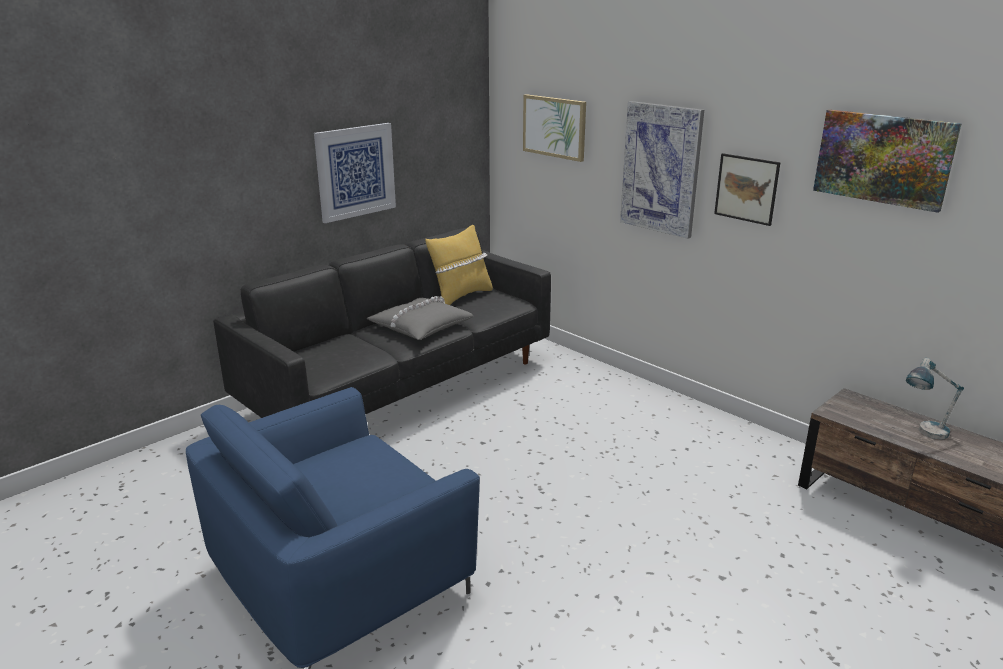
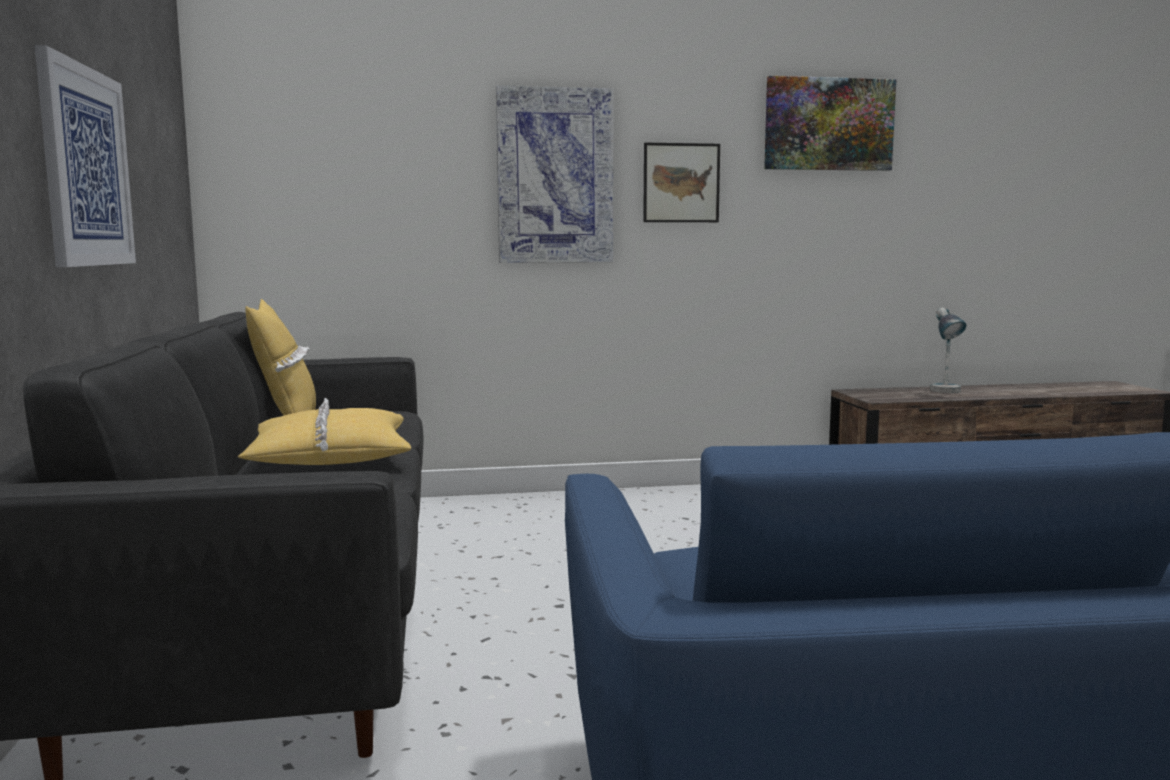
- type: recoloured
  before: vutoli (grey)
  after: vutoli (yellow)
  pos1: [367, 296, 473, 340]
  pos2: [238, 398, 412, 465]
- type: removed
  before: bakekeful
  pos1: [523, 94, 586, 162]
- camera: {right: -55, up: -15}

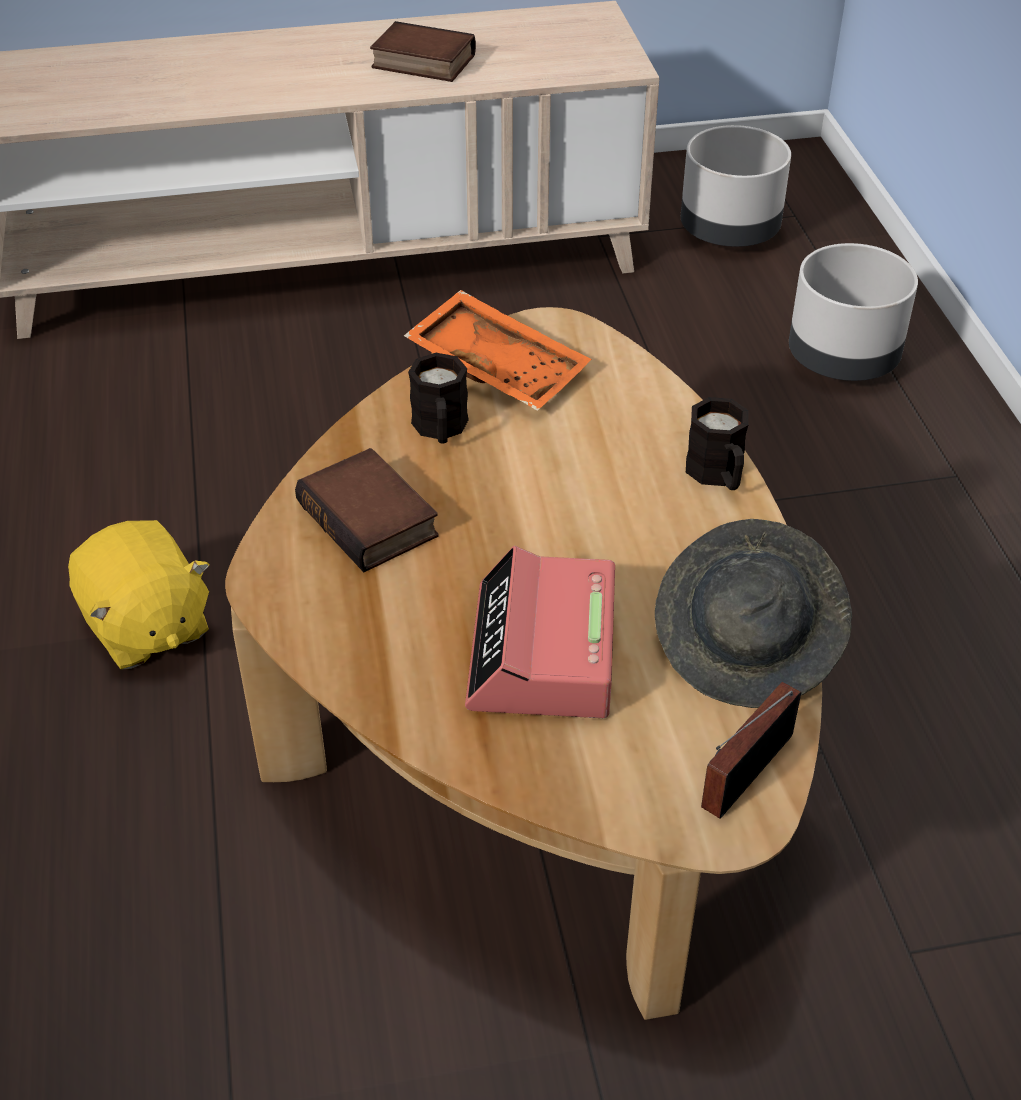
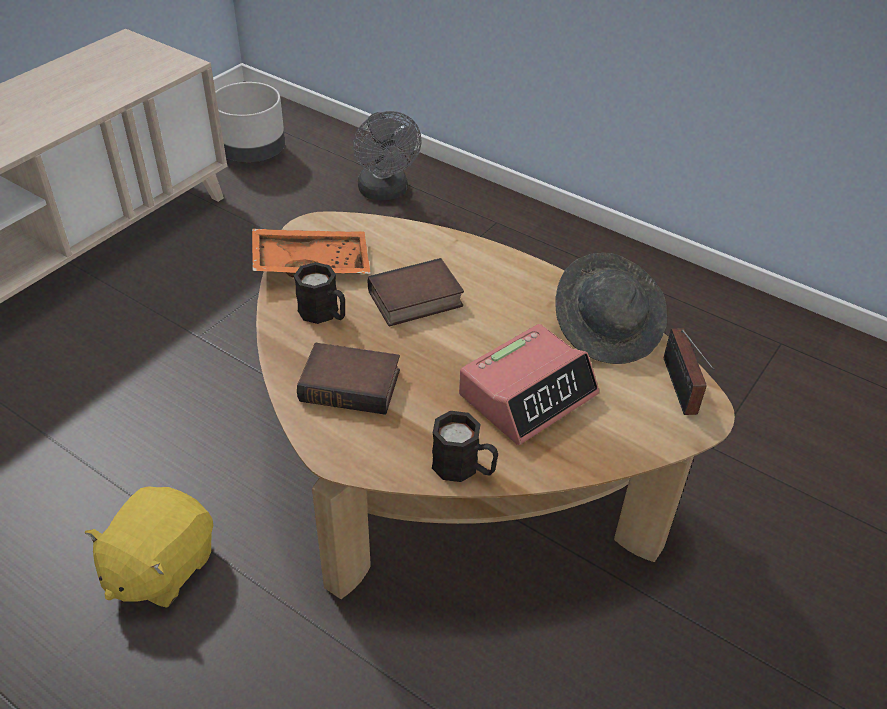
- type: turned
  before: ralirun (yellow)
  pos1: [68, 520, 210, 670]
  pos2: [85, 486, 213, 608]
  turn: 105
- type: moved
  before: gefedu
  pos1: [370, 21, 476, 82]
  pos2: [368, 258, 464, 327]
- type: turned
  before: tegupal
  pos1: [465, 546, 615, 718]
  pos2: [459, 324, 599, 445]
  turn: -90
- type: moved
  before: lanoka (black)
  pos1: [686, 397, 749, 490]
  pos2: [432, 411, 498, 482]
- type: replaced
  before: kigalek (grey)
  after: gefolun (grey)
  pos1: [789, 243, 918, 381]
  pos2: [353, 111, 422, 201]
- camera: {right: -45, up: 0}

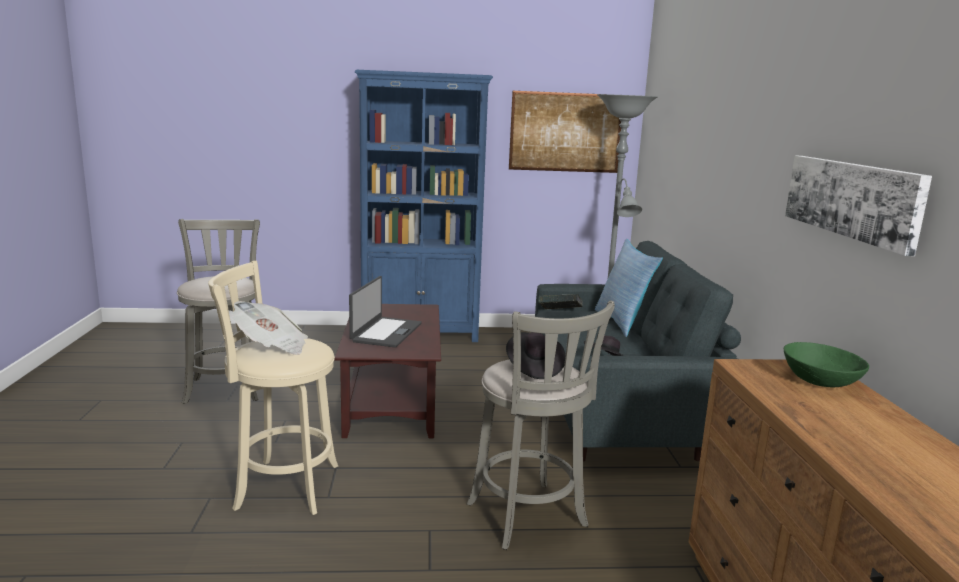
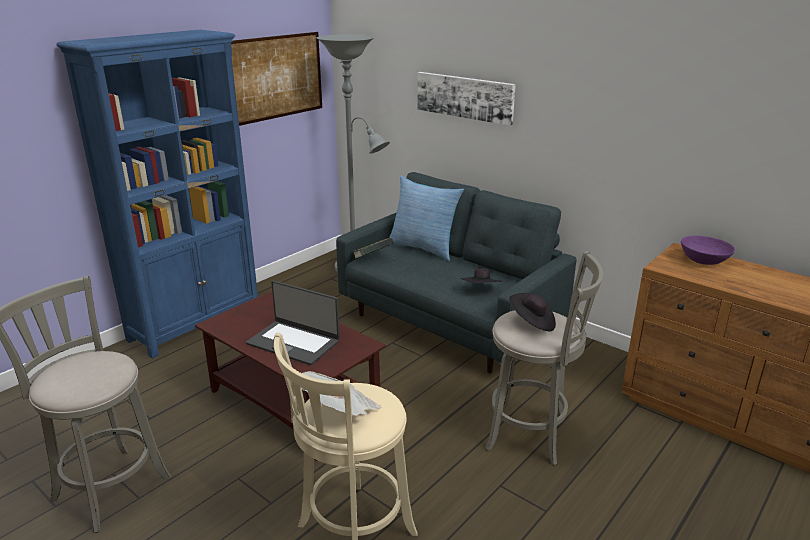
- type: turned
  before: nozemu
  pos1: [349, 276, 422, 348]
  pos2: [246, 281, 340, 365]
  turn: 150
- type: recoloured
  before: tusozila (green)
  after: tusozila (purple)
  pos1: [784, 342, 869, 388]
  pos2: [681, 236, 735, 265]
- type: moved
  before: bakekeful
  pos1: [785, 156, 932, 256]
  pos2: [417, 72, 516, 126]
- camera: {right: -45, up: 10}

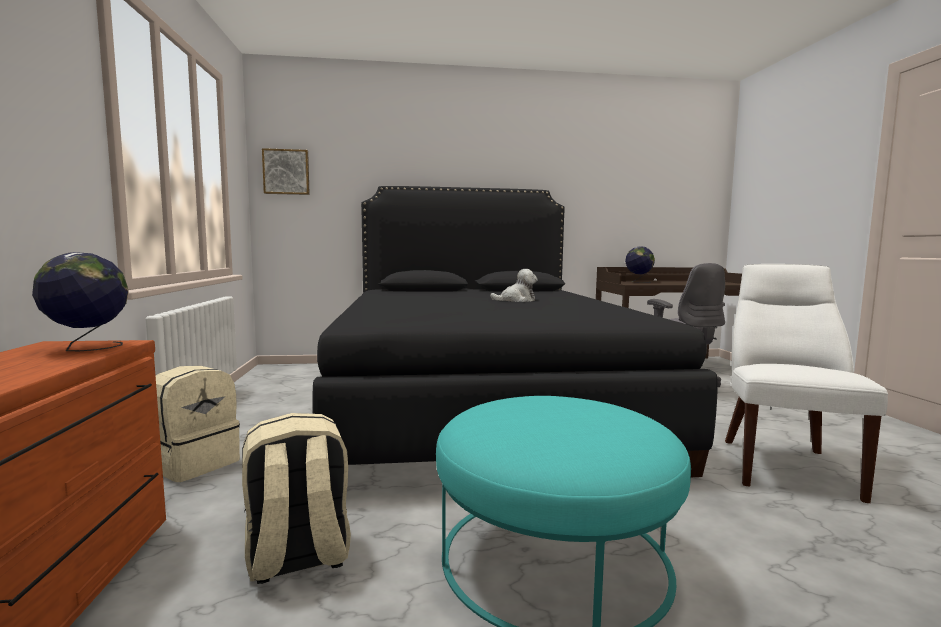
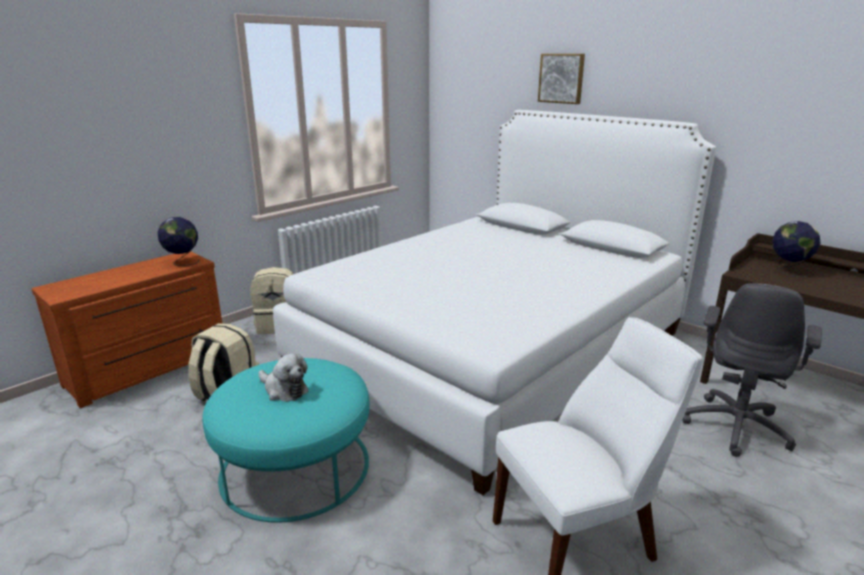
- type: moved
  before: bakekeful
  pos1: [262, 148, 310, 195]
  pos2: [538, 54, 585, 104]
- type: recoloured
  before: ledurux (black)
  after: ledurux (white)
  pos1: [312, 186, 718, 477]
  pos2: [273, 110, 716, 495]
- type: moved
  before: ralirun
  pos1: [490, 269, 538, 302]
  pos2: [259, 353, 309, 402]
- camera: {right: 50, up: 15}

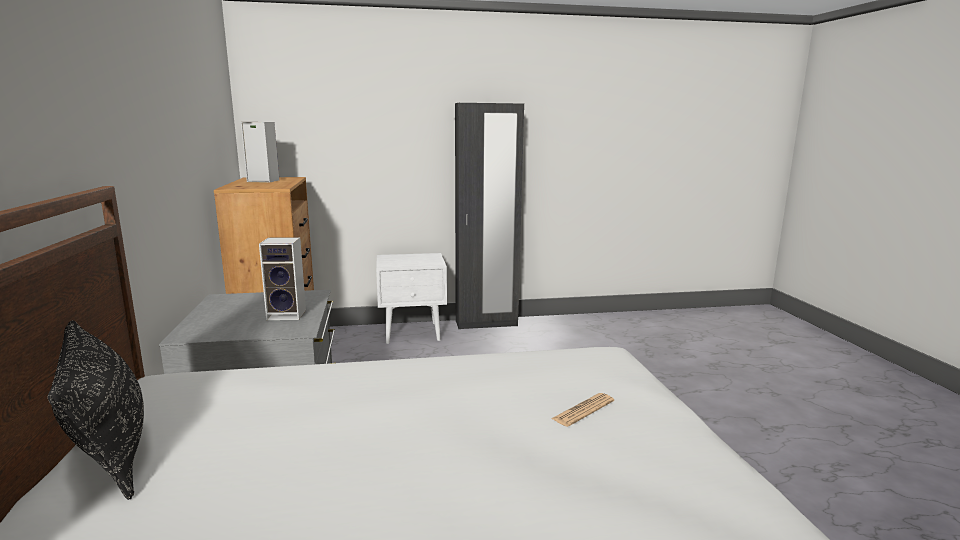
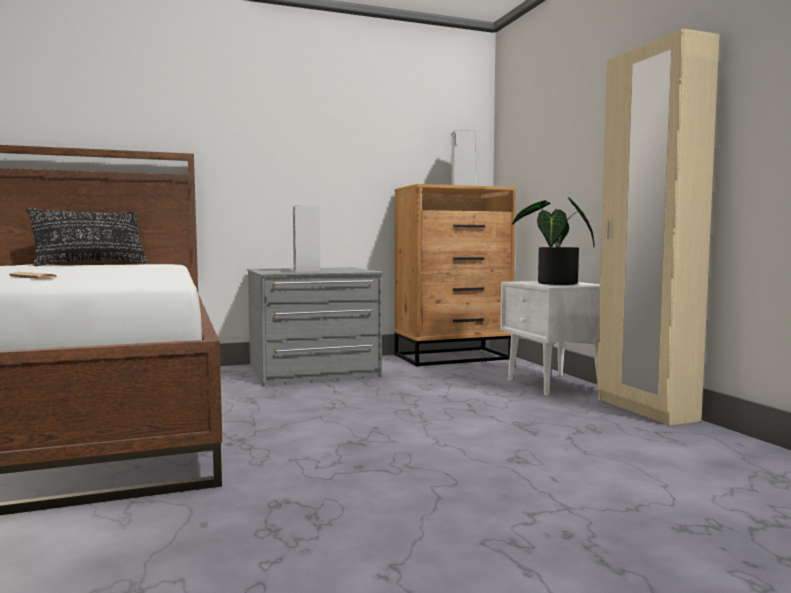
- type: recoloured
  before: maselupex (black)
  after: maselupex (beige)
  pos1: [455, 103, 524, 329]
  pos2: [597, 29, 719, 426]
- type: added
  after: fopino
  pos2: [512, 197, 595, 285]
- camera: {right: 80, up: -10}

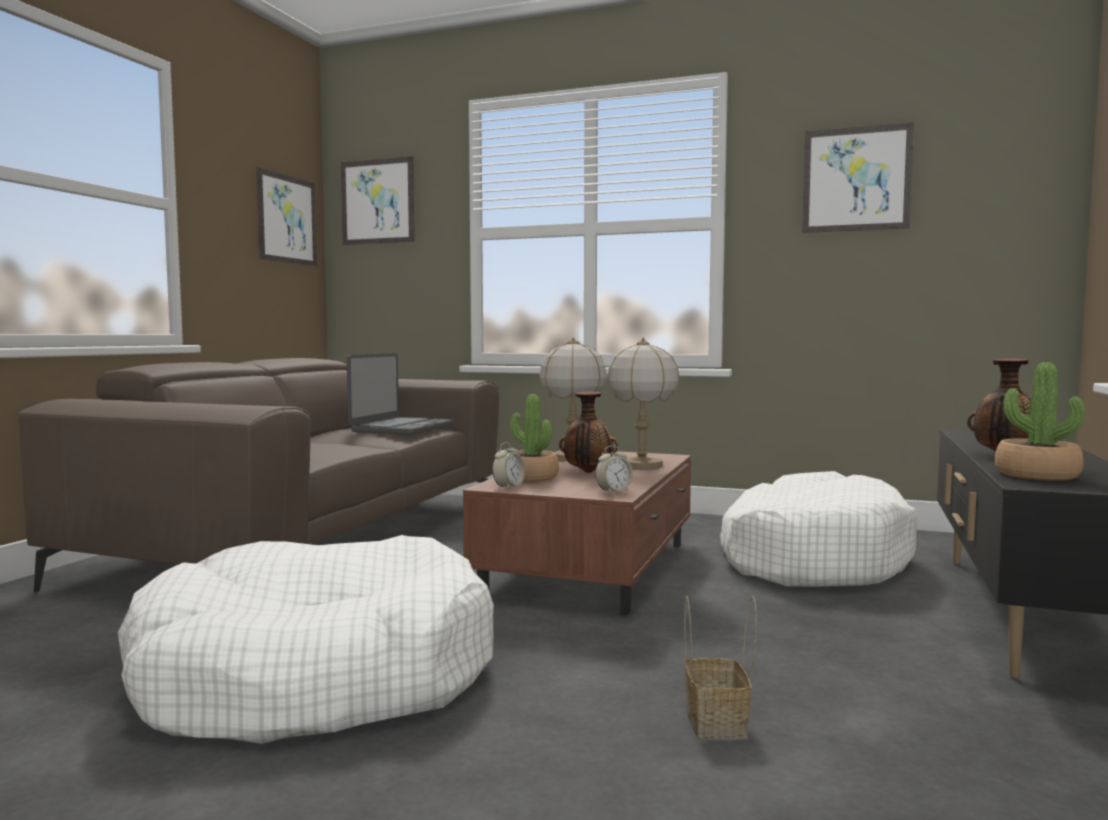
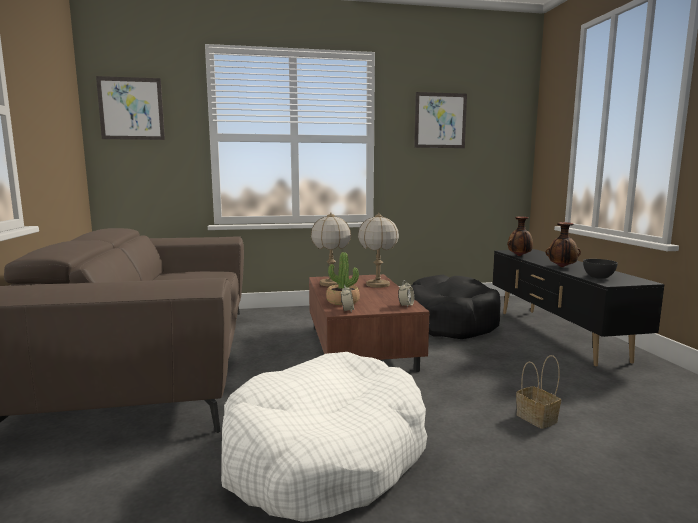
- type: removed
  before: bakekeful
  pos1: [256, 167, 317, 266]
- type: removed
  before: nozemu
  pos1: [347, 353, 455, 435]
- type: moved
  before: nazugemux
  pos1: [559, 392, 618, 473]
  pos2: [507, 216, 533, 256]
- type: recoloured
  before: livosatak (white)
  after: livosatak (black)
  pos1: [720, 471, 918, 587]
  pos2: [411, 275, 501, 339]
- type: replaced
  before: fopino
  after: tusozila (grey)
  pos1: [995, 362, 1085, 481]
  pos2: [583, 259, 618, 279]
- camera: {right: -30, up: 5}

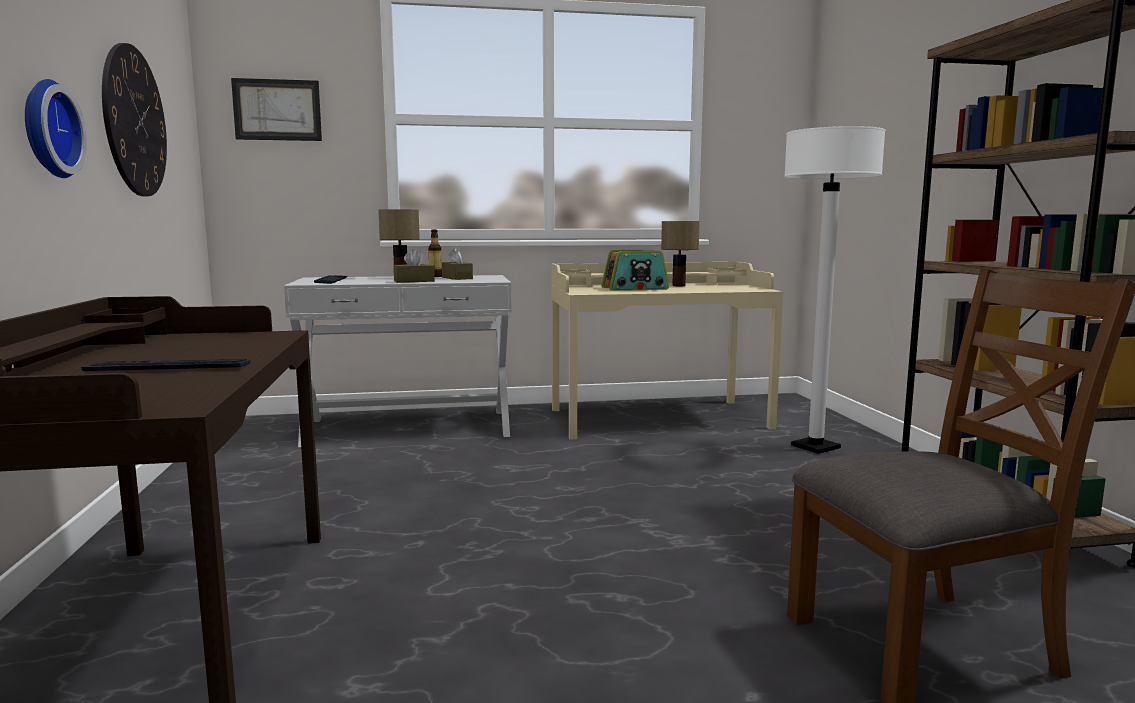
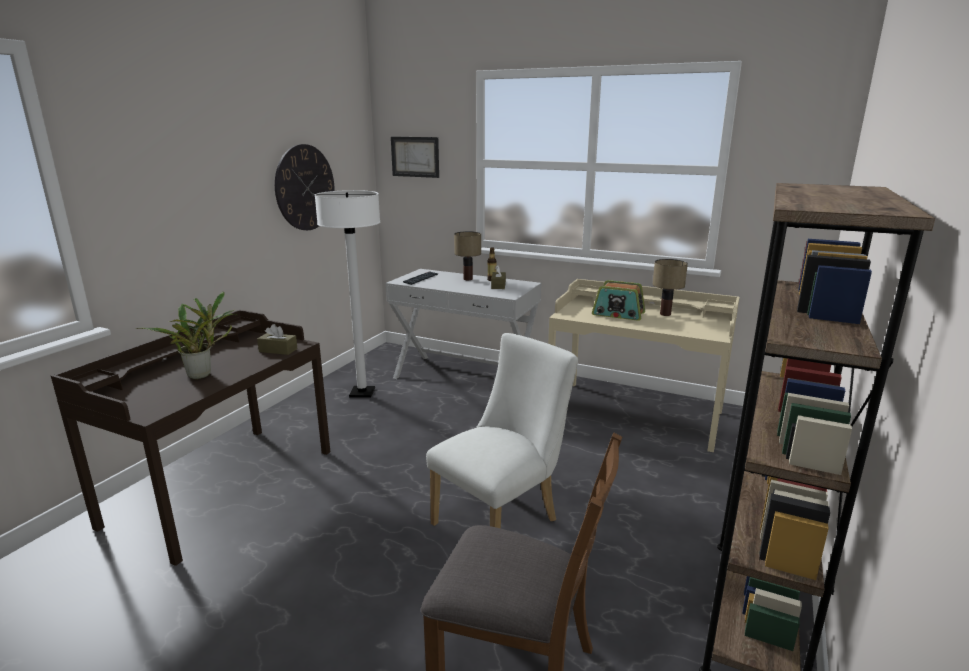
- type: removed
  before: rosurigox
  pos1: [25, 79, 87, 178]
- type: replaced
  before: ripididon
  after: fopino
  pos1: [81, 359, 250, 371]
  pos2: [136, 292, 237, 379]
- type: moved
  before: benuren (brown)
  pos1: [394, 249, 435, 283]
  pos2: [257, 324, 298, 355]
- type: moved
  before: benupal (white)
  pos1: [784, 126, 885, 454]
  pos2: [315, 190, 380, 398]
- type: added
  after: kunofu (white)
  pos2: [426, 333, 578, 529]
- camera: {right: 35, up: 10}

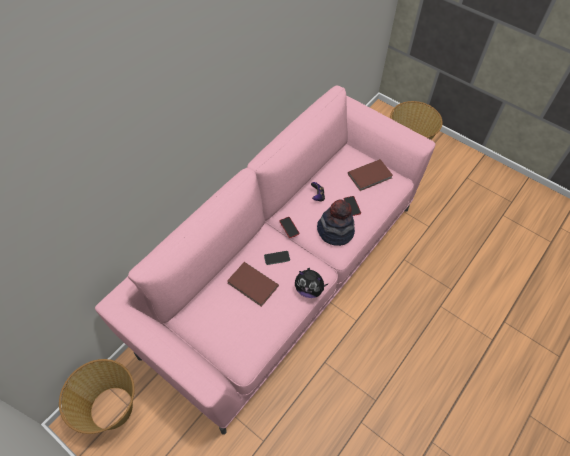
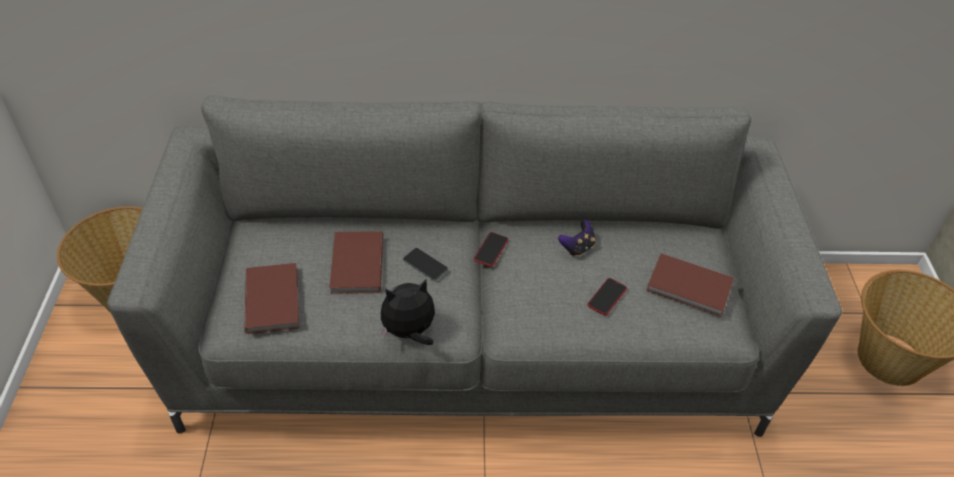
- type: recoloured
  before: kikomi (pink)
  after: kikomi (grey)
  pos1: [95, 85, 436, 435]
  pos2: [107, 95, 842, 437]
- type: turned
  before: ralirun
  pos1: [295, 268, 329, 298]
  pos2: [381, 279, 435, 345]
  turn: 90
- type: removed
  before: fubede
  pos1: [317, 199, 355, 246]
- type: added
  after: gefedu (brown)
  pos2: [244, 263, 299, 334]
- camera: {right: 50, up: -10}

